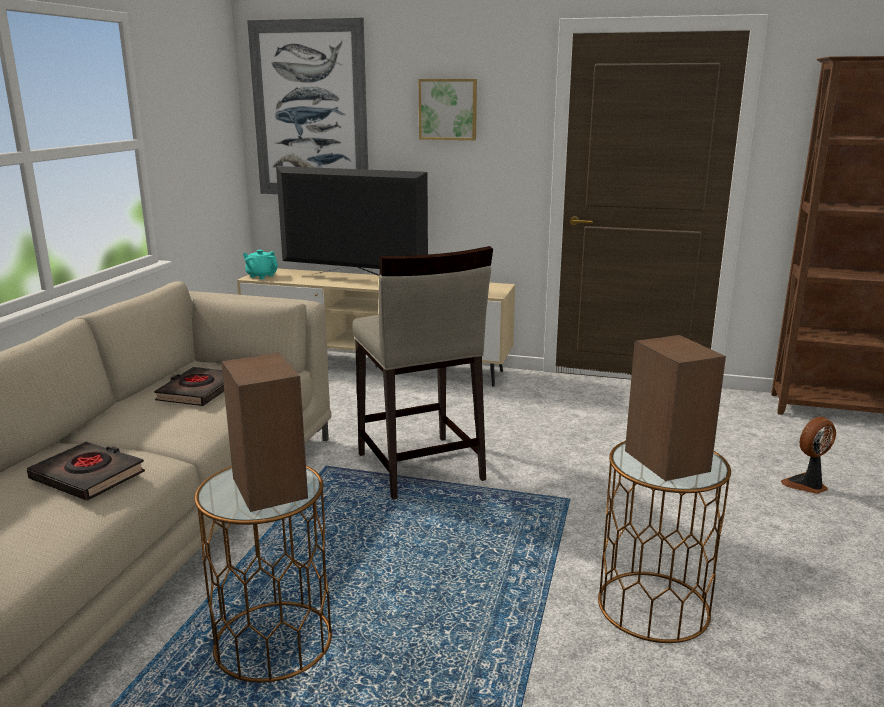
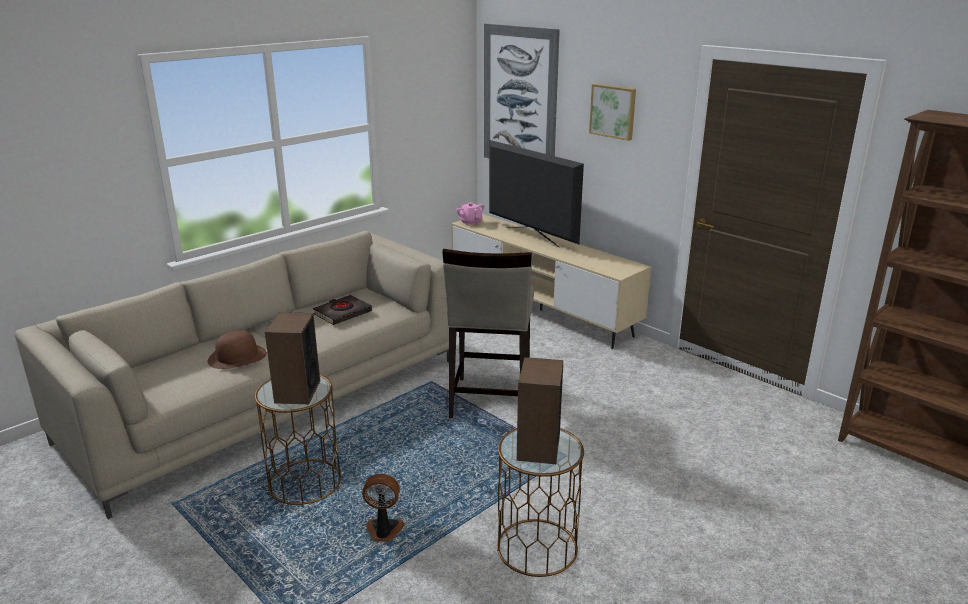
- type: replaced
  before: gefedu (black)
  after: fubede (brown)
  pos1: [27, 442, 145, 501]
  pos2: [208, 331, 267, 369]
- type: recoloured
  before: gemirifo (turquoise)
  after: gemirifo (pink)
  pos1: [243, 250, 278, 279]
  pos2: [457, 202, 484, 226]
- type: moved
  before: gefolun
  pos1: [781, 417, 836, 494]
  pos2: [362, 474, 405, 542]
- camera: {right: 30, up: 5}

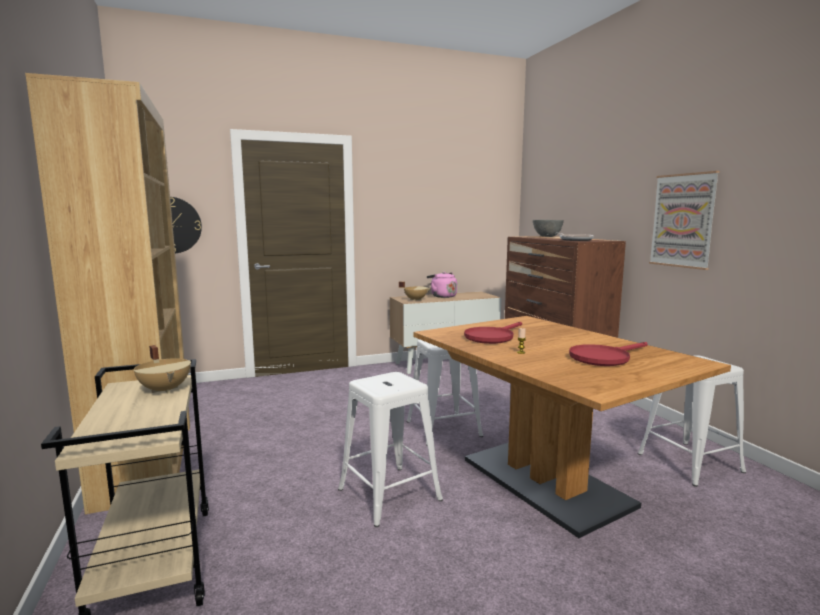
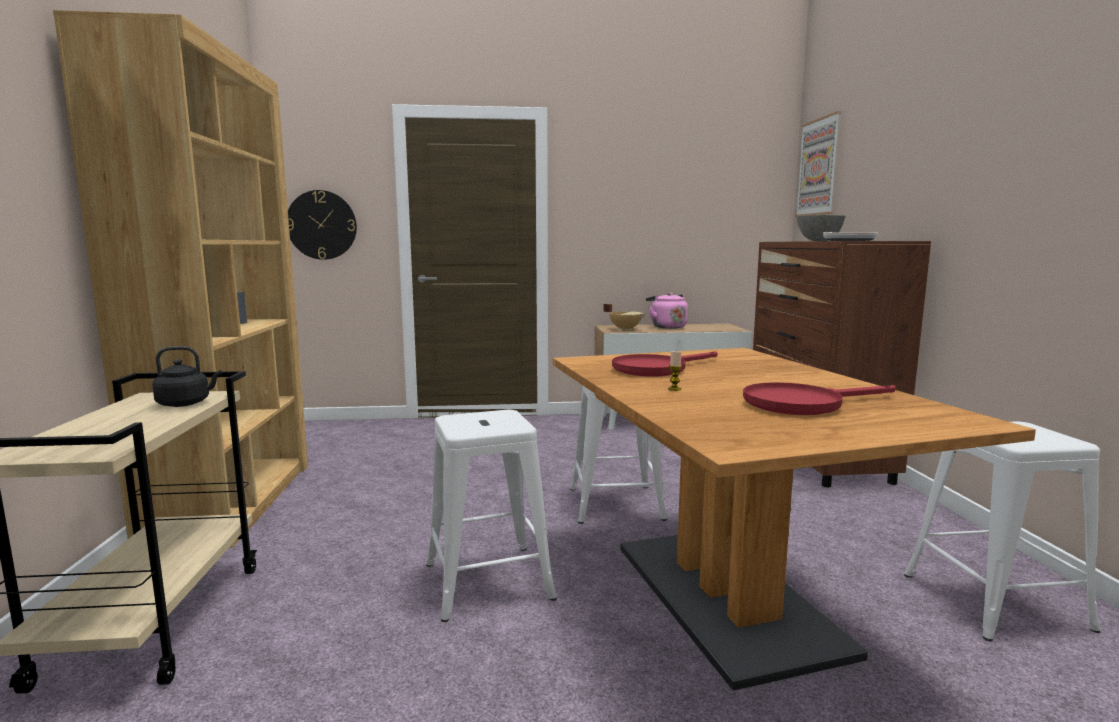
- type: replaced
  before: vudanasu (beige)
  after: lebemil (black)
  pos1: [134, 345, 191, 394]
  pos2: [152, 346, 222, 407]
- type: moved
  before: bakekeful
  pos1: [649, 171, 720, 270]
  pos2: [795, 111, 841, 217]
- camera: {right: 15, up: 0}

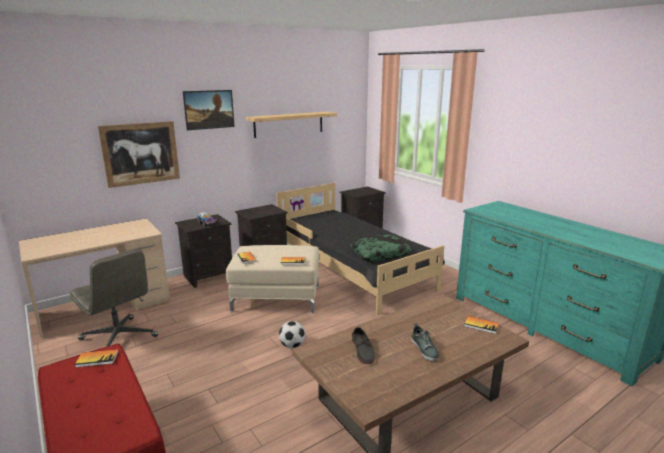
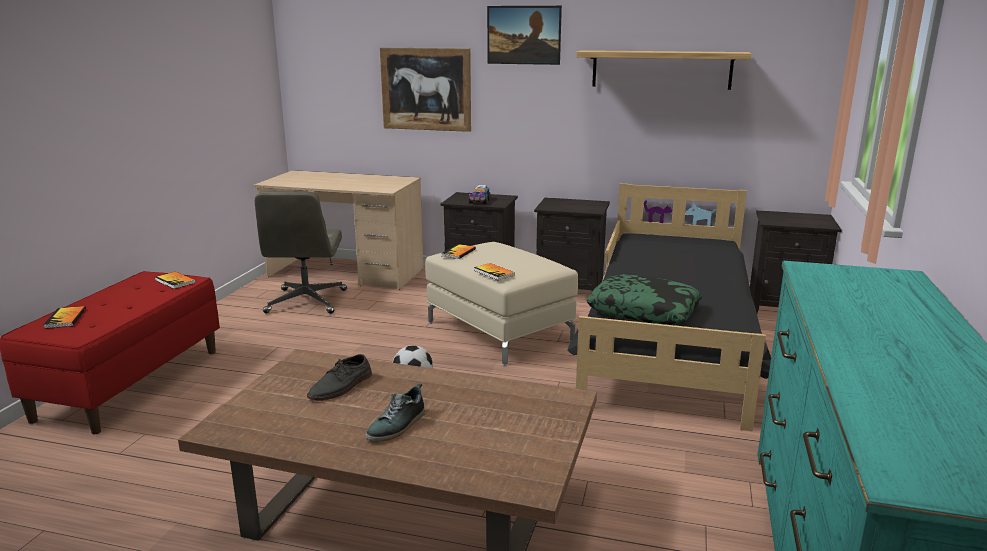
- type: moved
  before: gefedu
  pos1: [464, 316, 499, 334]
  pos2: [43, 306, 86, 328]
- camera: {right: 50, up: 0}

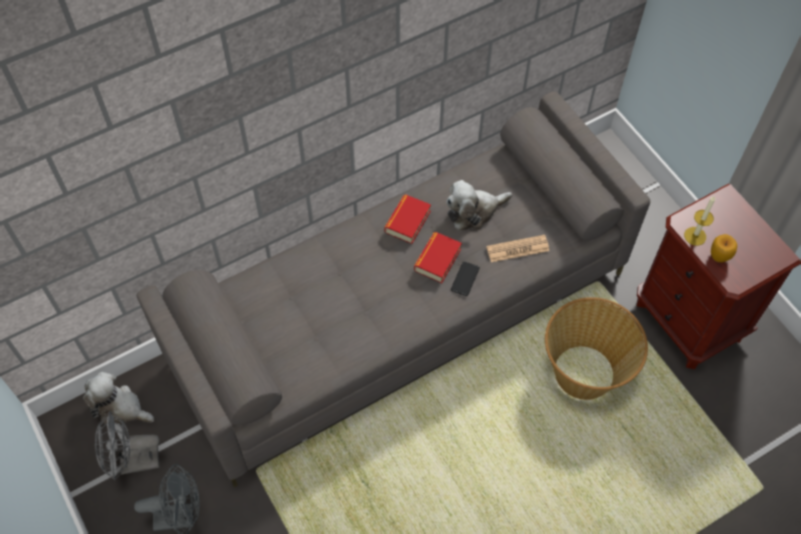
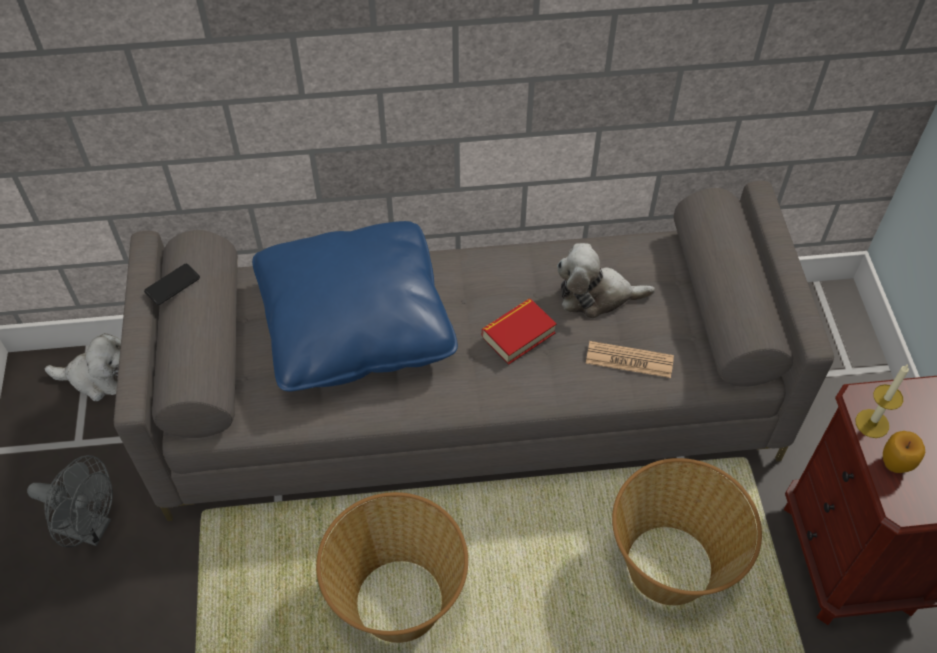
- type: turned
  before: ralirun
  pos1: [83, 372, 154, 424]
  pos2: [45, 333, 121, 401]
  turn: 135
- type: removed
  before: gefolun (grey)
  pos1: [95, 411, 160, 480]
- type: removed
  before: gefedu
  pos1: [384, 195, 431, 244]
- type: moved
  before: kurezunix
  pos1: [451, 261, 480, 296]
  pos2: [144, 264, 200, 305]
- type: added
  after: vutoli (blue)
  pos2: [252, 221, 458, 391]
- type: added
  after: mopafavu
  pos2: [316, 492, 468, 643]
- camera: {right: 25, up: -5}

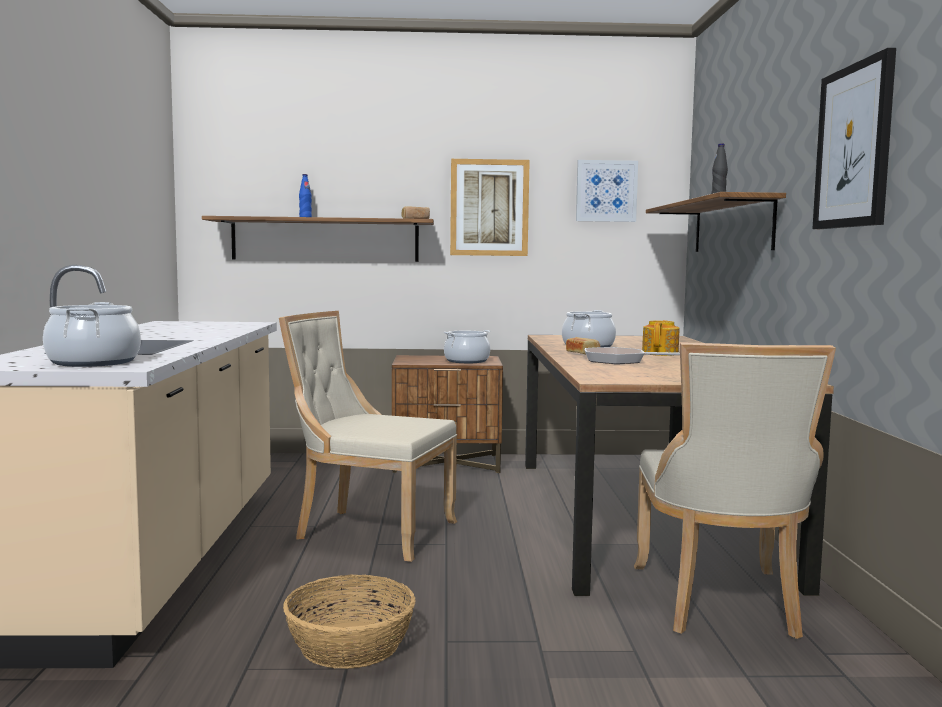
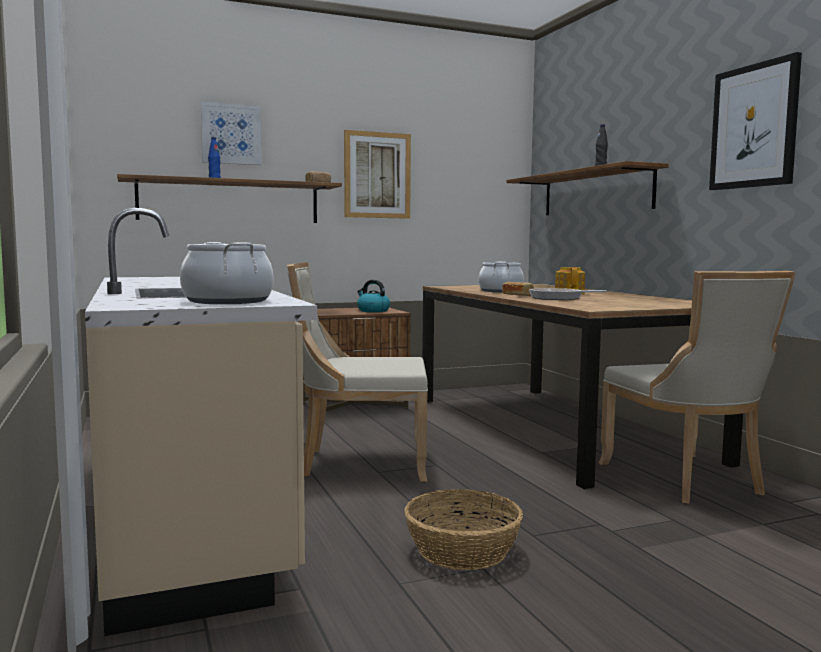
- type: replaced
  before: vudanasu
  after: lebemil
  pos1: [444, 330, 490, 363]
  pos2: [357, 280, 390, 312]
- type: moved
  before: bakekeful
  pos1: [576, 160, 638, 222]
  pos2: [201, 102, 262, 165]
- camera: {right: -20, up: 0}

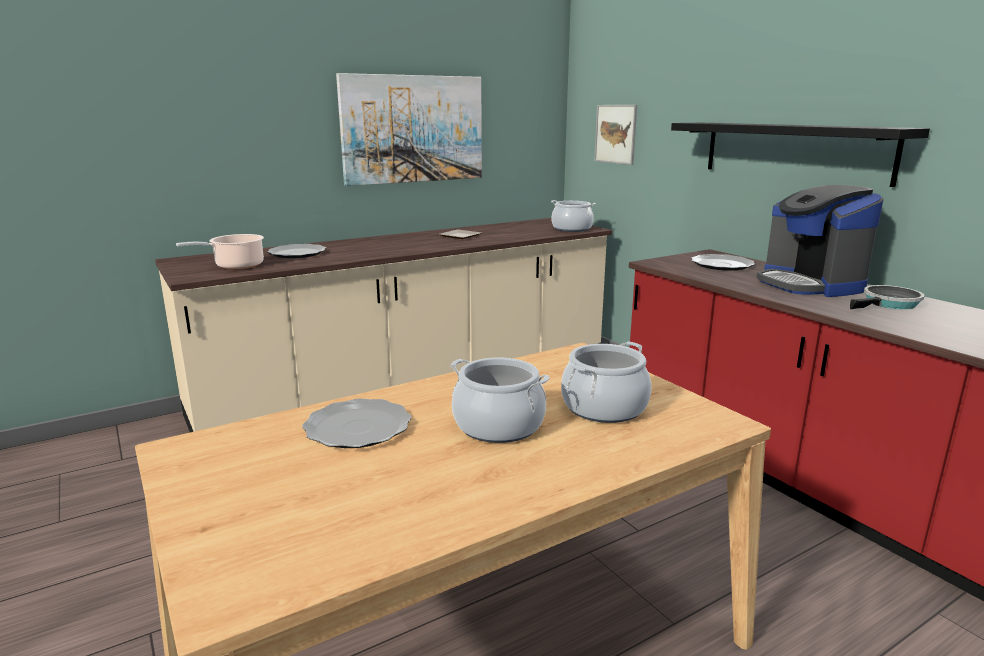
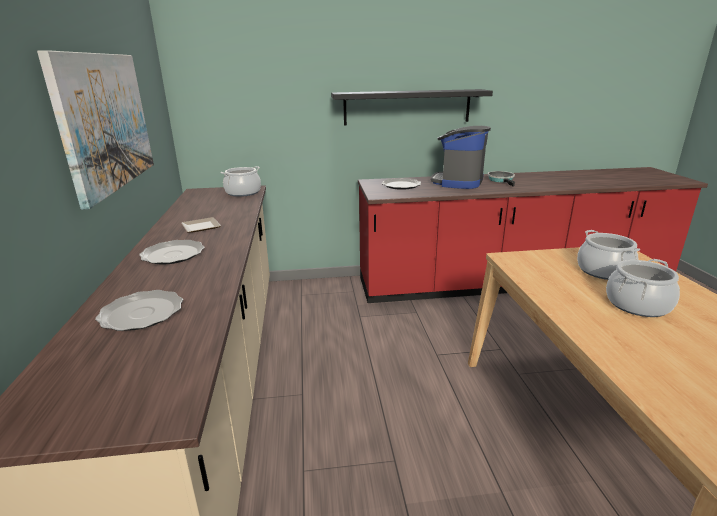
- type: removed
  before: vudanasu
  pos1: [176, 234, 264, 269]
- type: moved
  before: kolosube
  pos1: [302, 398, 412, 448]
  pos2: [139, 240, 204, 265]
- type: removed
  before: bakekeful
  pos1: [594, 105, 637, 165]
- type: turned
  before: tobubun
  pos1: [757, 185, 884, 297]
  pos2: [431, 126, 491, 189]
  turn: 105
- camera: {right: -65, up: 5}

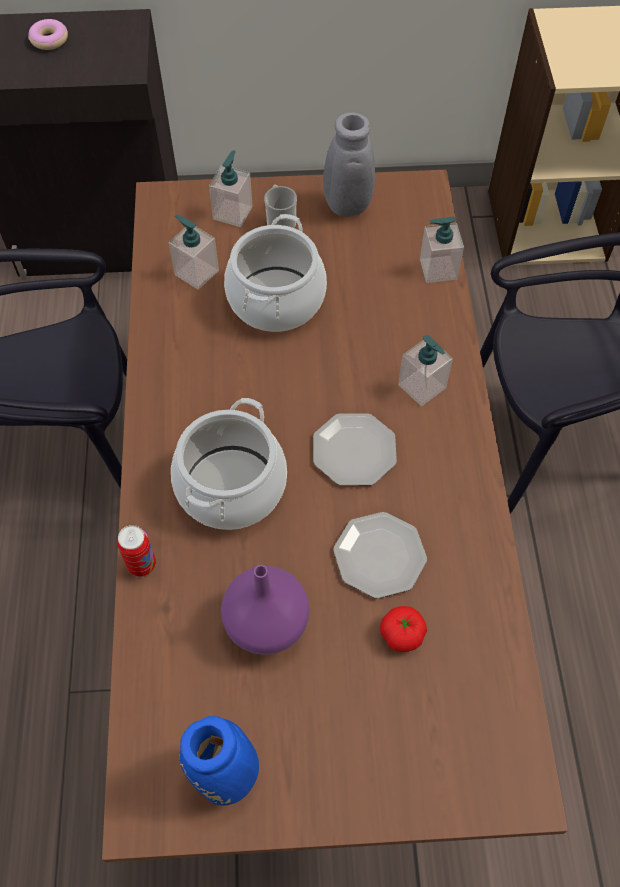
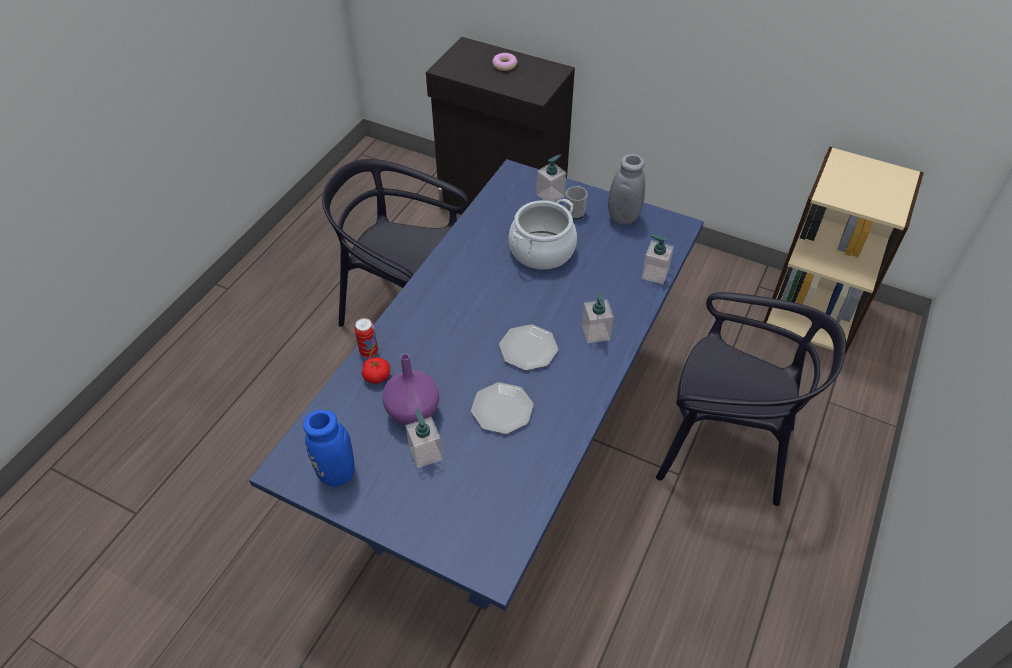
- type: recoloured
  before: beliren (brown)
  after: beliren (blue)
  pos1: [102, 170, 568, 862]
  pos2: [249, 159, 704, 610]
- type: moved
  before: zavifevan
  pos1: [169, 215, 219, 290]
  pos2: [406, 409, 443, 468]
- type: removed
  before: vudanasu
  pos1: [171, 398, 287, 530]
- type: moved
  before: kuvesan
  pos1: [380, 606, 427, 652]
  pos2: [362, 357, 390, 384]
- camera: {right: 30, up: -10}

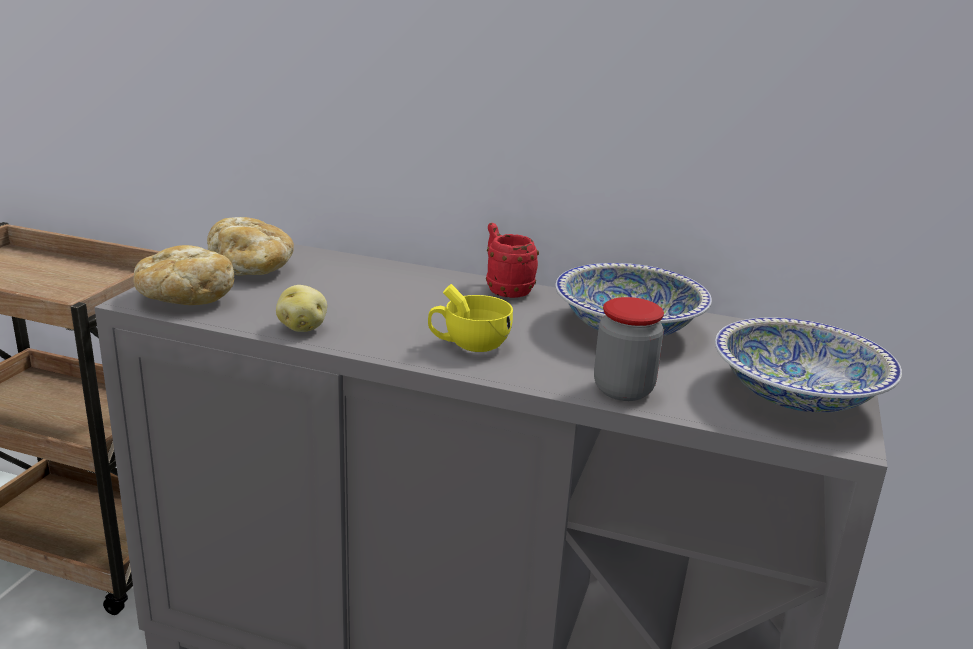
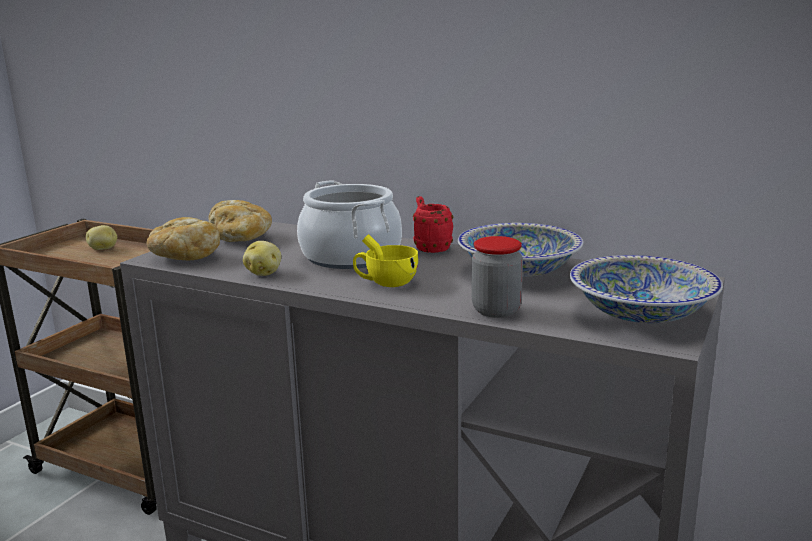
- type: added
  after: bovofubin
  pos2: [86, 225, 117, 250]
- type: added
  after: vudanasu
  pos2: [297, 181, 402, 269]
- camera: {right: 10, up: -5}

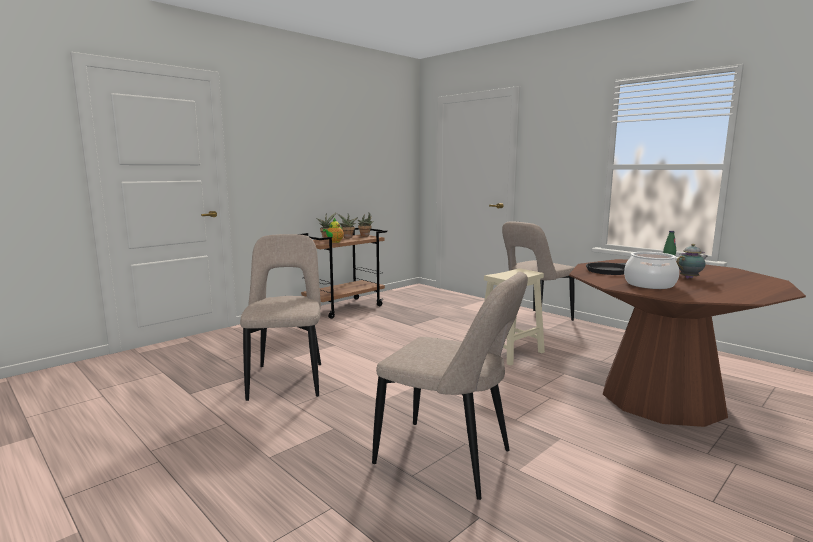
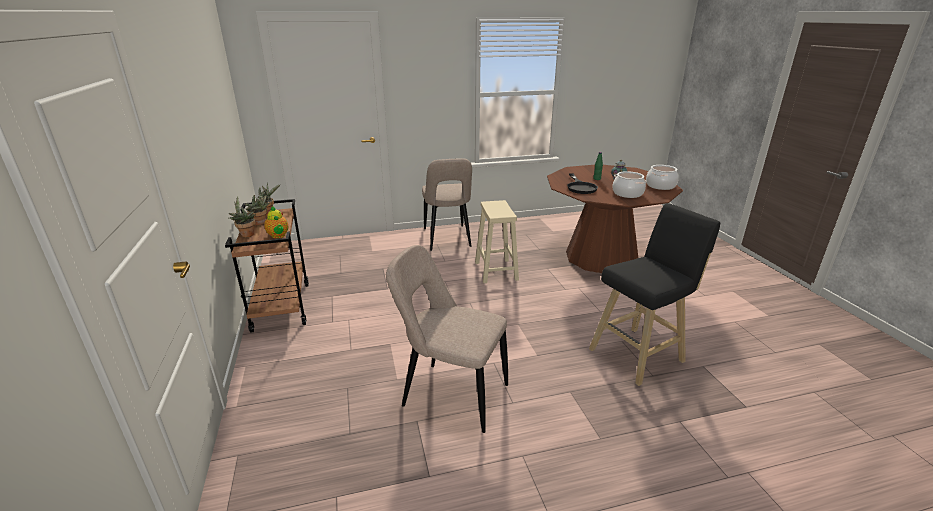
- type: replaced
  before: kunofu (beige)
  after: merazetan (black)
  pos1: [372, 272, 528, 500]
  pos2: [589, 203, 720, 386]
- type: added
  after: vudanasu
  pos2: [646, 165, 679, 190]
- camera: {right: -60, up: 15}

